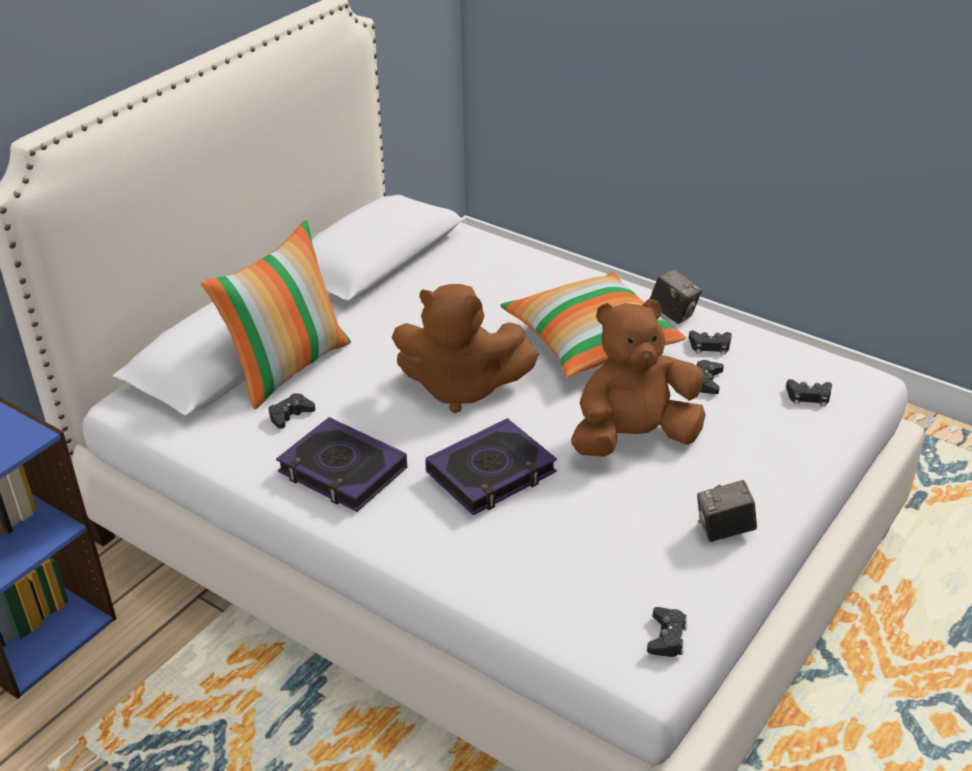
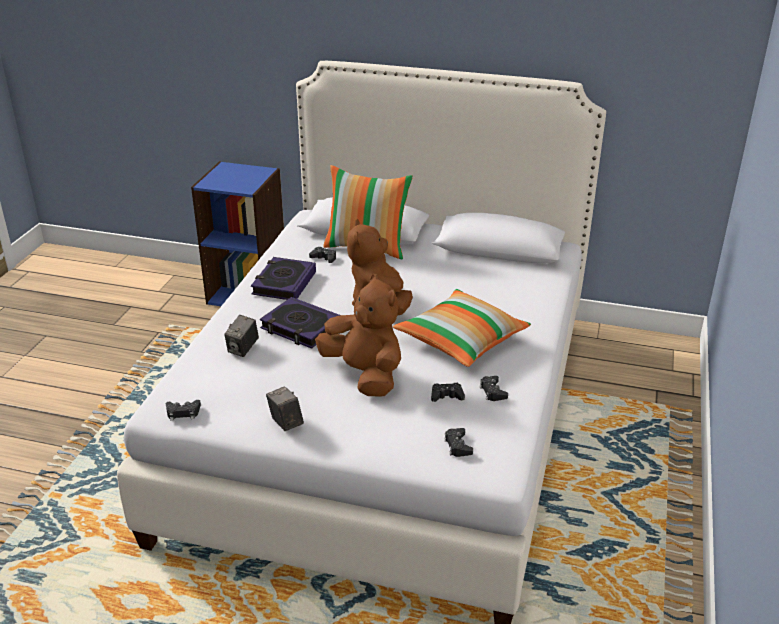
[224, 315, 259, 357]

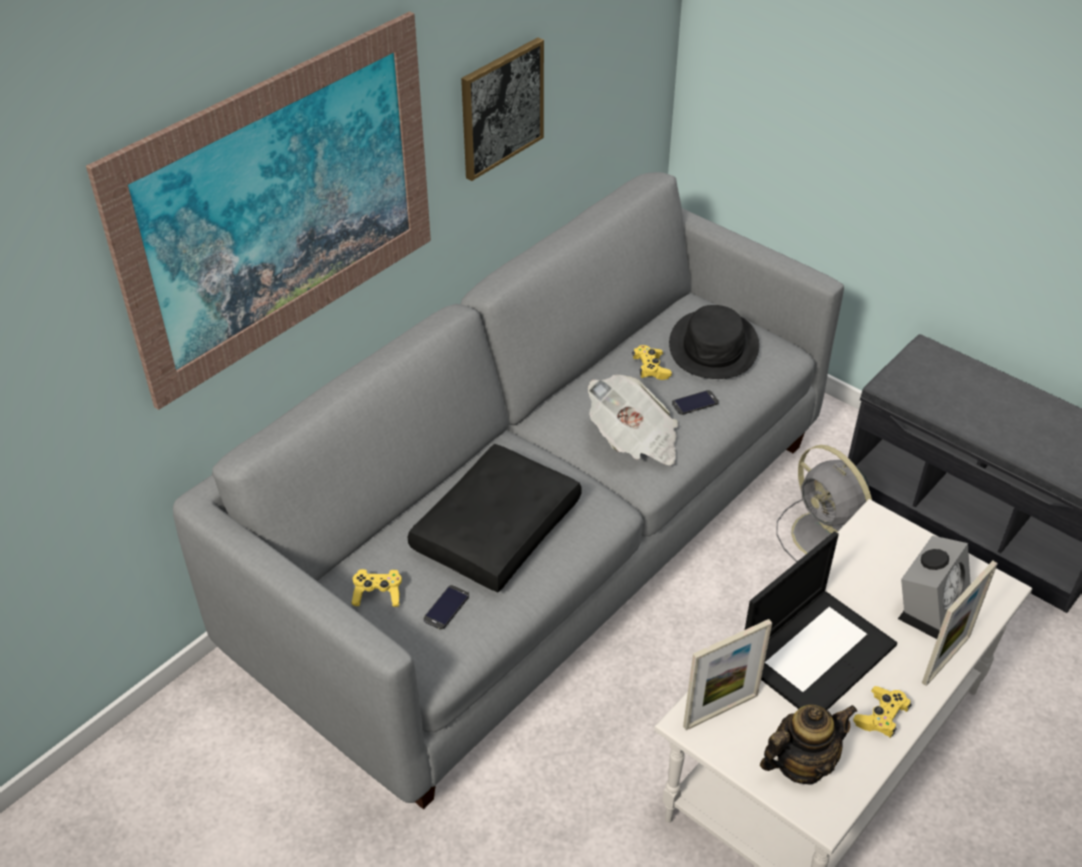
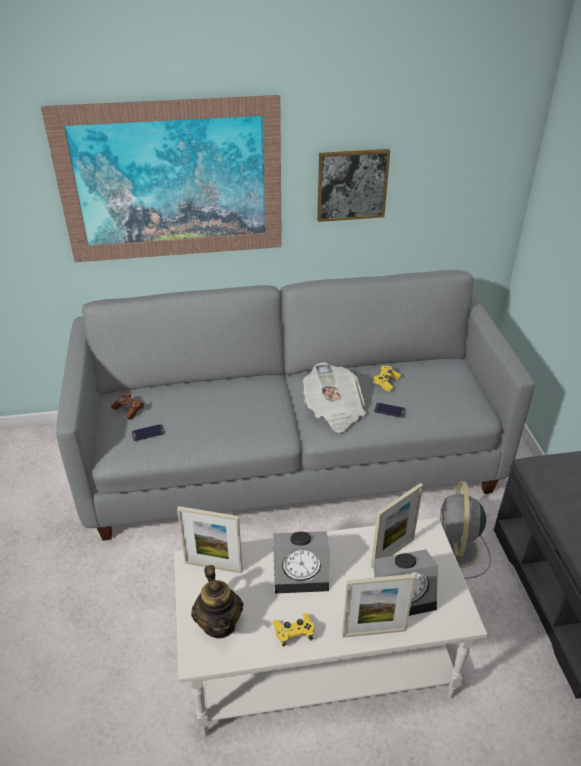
[408, 444, 582, 592] (first image)
[669, 305, 759, 379] (first image)
[371, 483, 423, 569]
[273, 531, 329, 594]
[111, 392, 144, 420]
[191, 565, 243, 639]

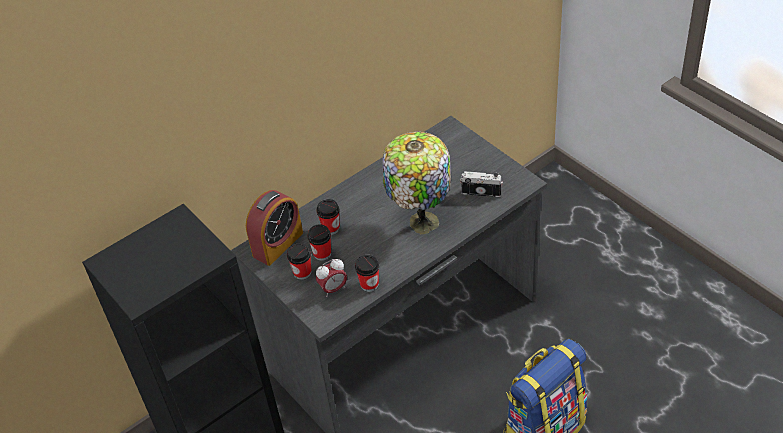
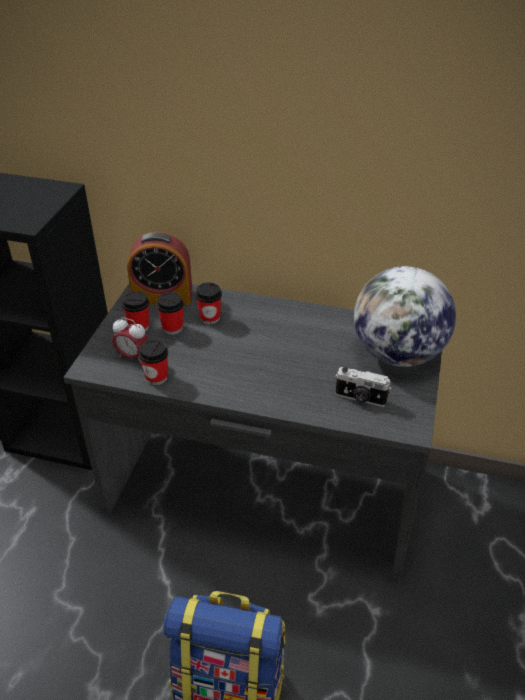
[383, 131, 451, 234] (first image)
[354, 266, 456, 367]
[335, 367, 391, 407]

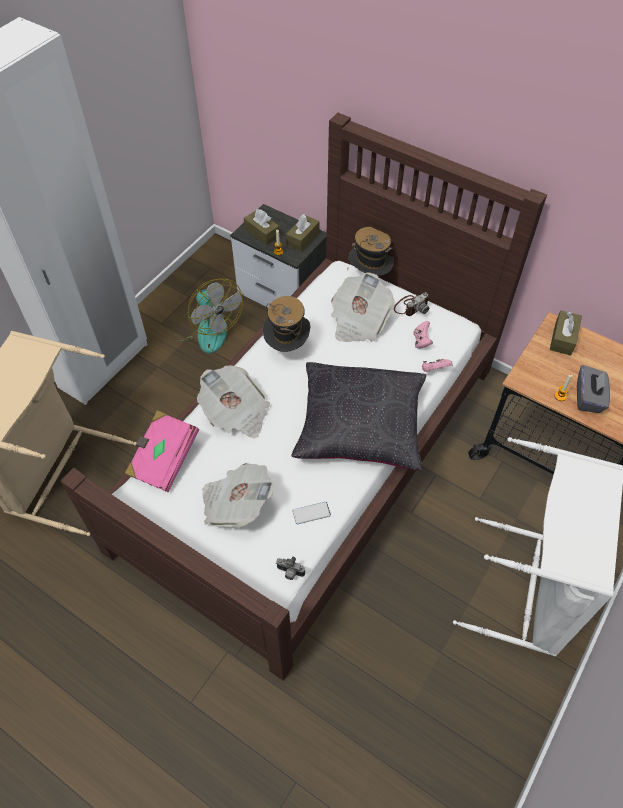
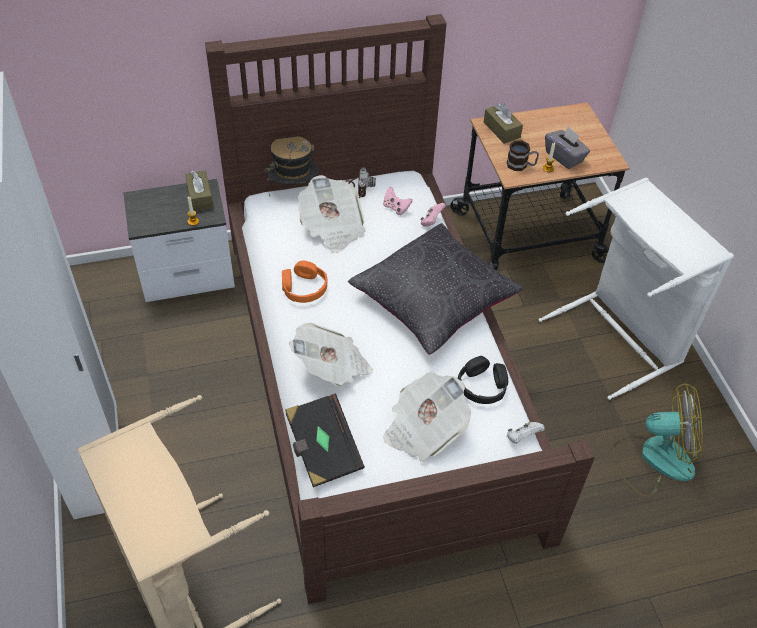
[244, 209, 280, 245] (first image)
[507, 140, 539, 171]
[613, 383, 702, 497]
[282, 261, 327, 303]
[507, 422, 545, 444]
[458, 356, 508, 404]
[285, 394, 365, 487]

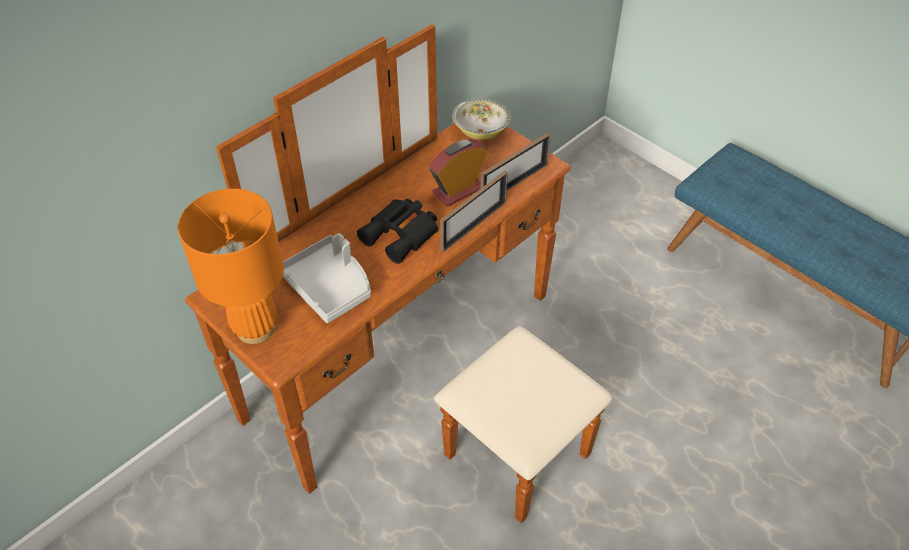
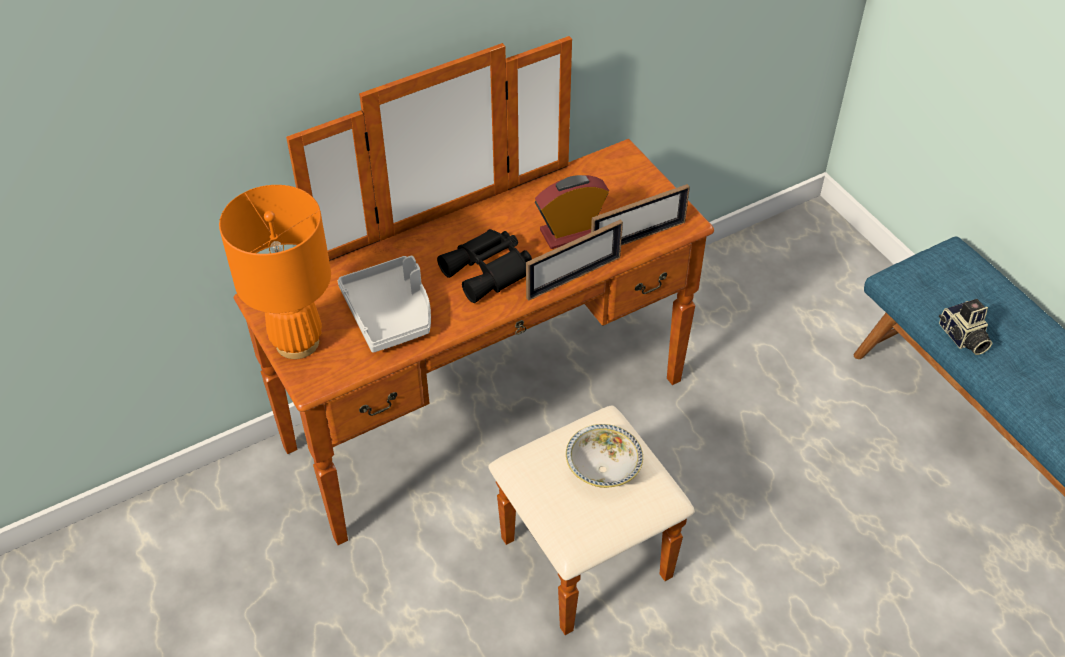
[939, 299, 992, 355]
[566, 424, 643, 488]

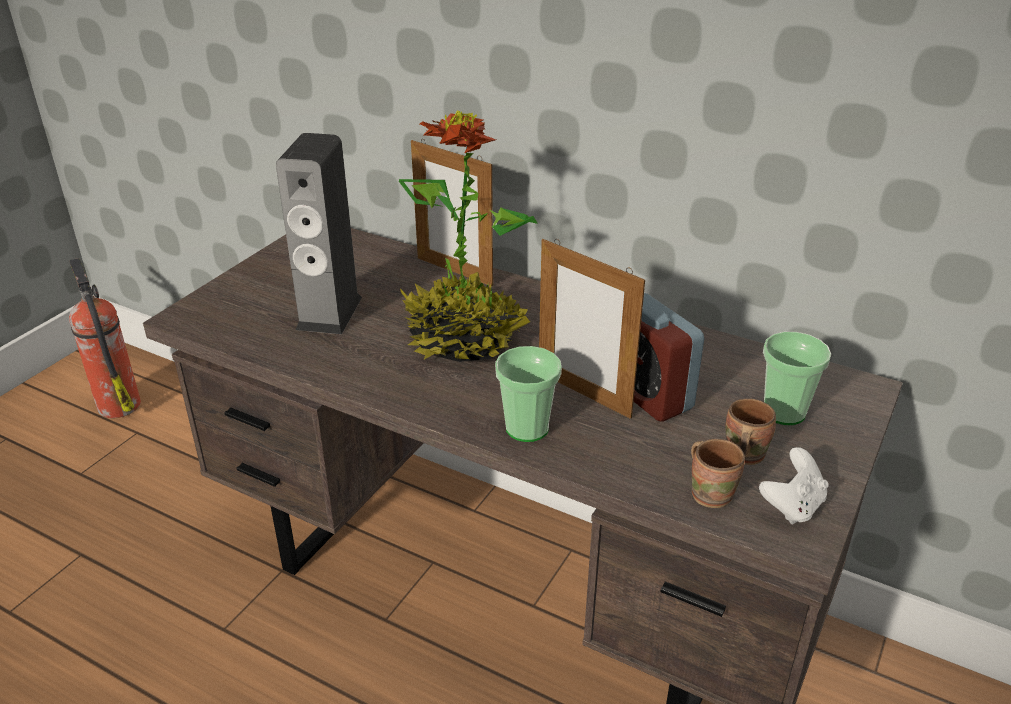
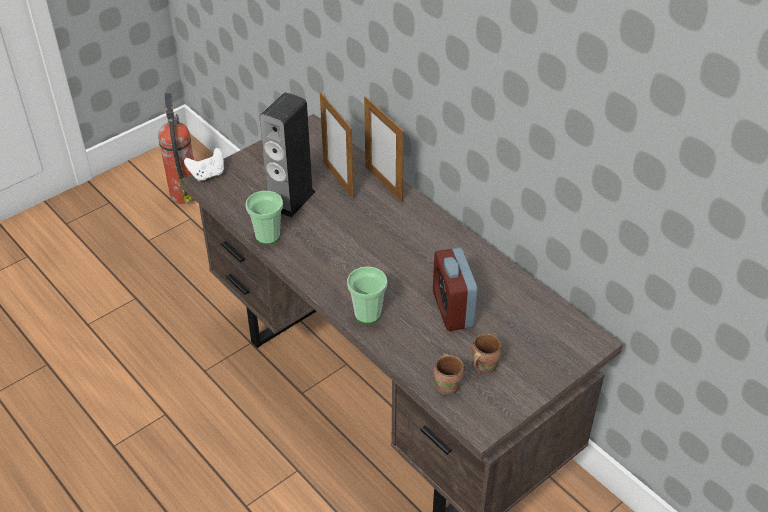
[399, 111, 538, 362] (first image)
[320, 92, 354, 199]
[184, 148, 224, 181]
[246, 191, 283, 244]

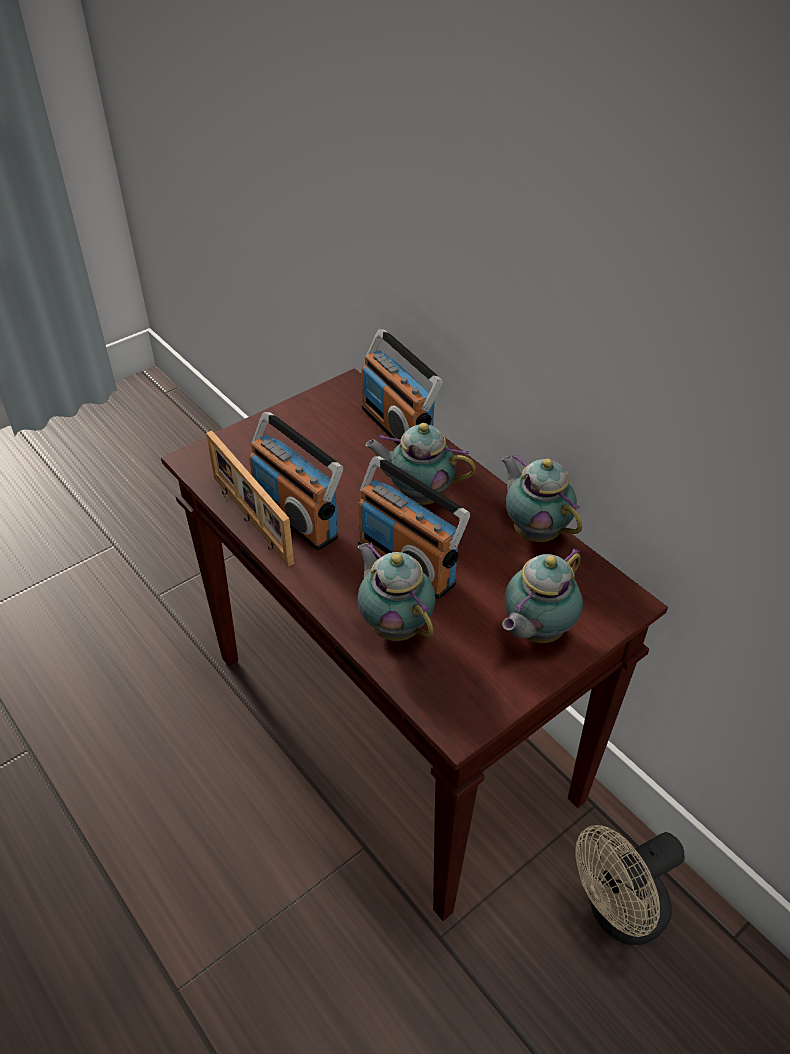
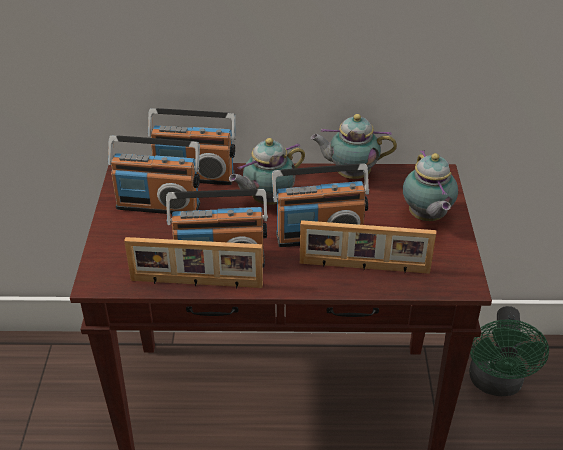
[108, 135, 200, 214]
[300, 220, 436, 274]
[469, 306, 549, 396]

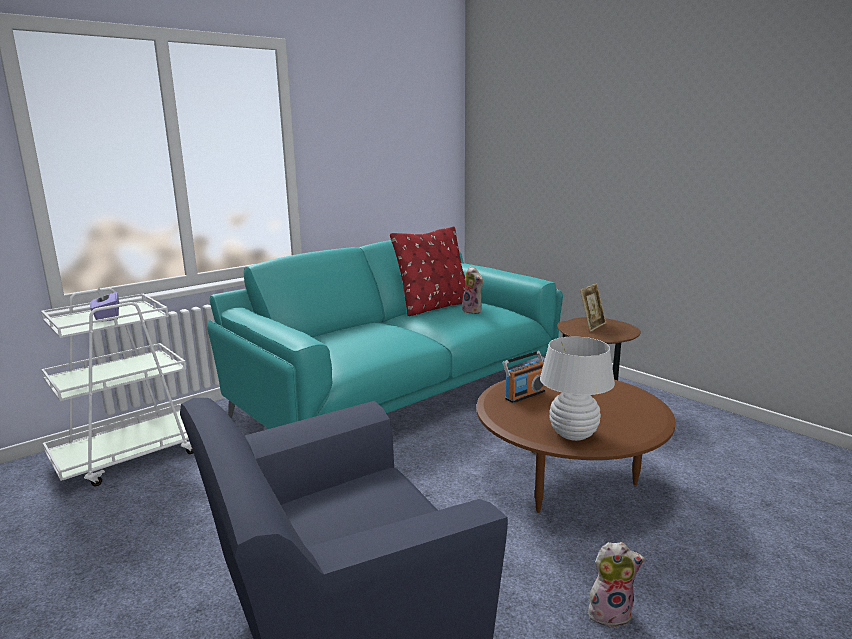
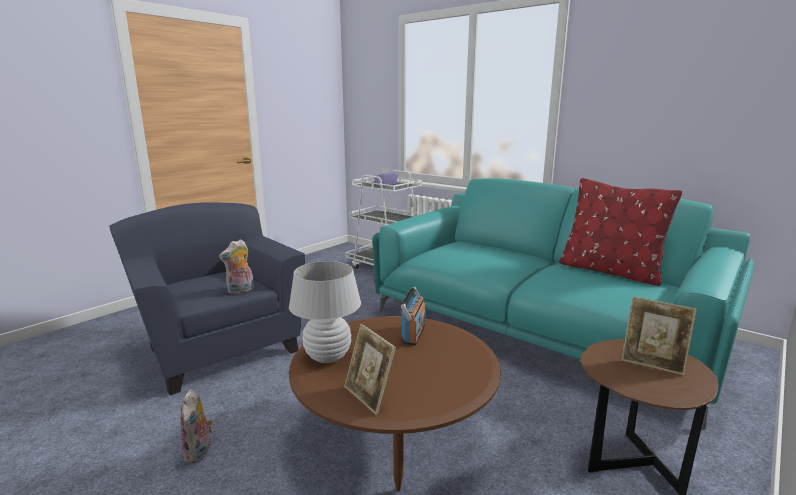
[344, 324, 396, 415]
[219, 239, 254, 294]
[400, 287, 426, 345]

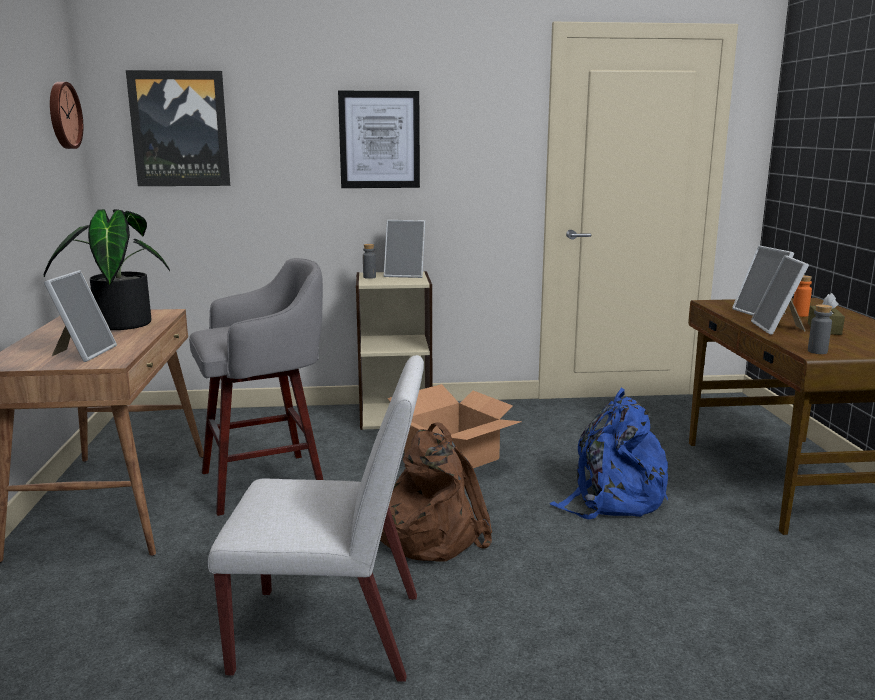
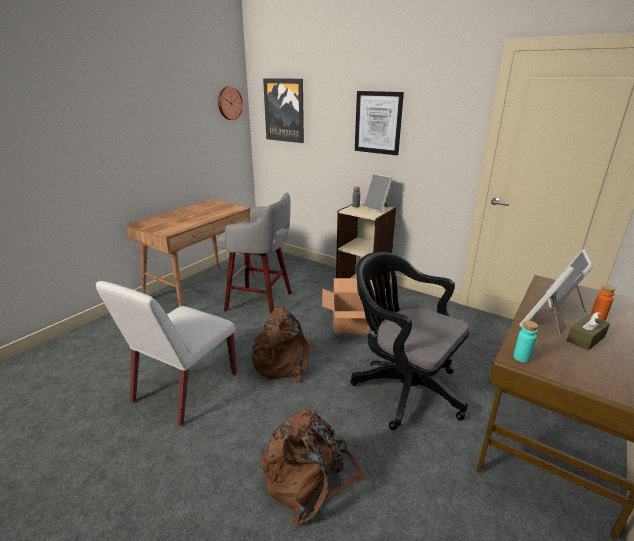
[44, 209, 170, 330] (first image)
[44, 270, 117, 362] (first image)
[261, 409, 368, 525]
[350, 252, 469, 430]
[513, 321, 538, 362]
[96, 281, 237, 426]

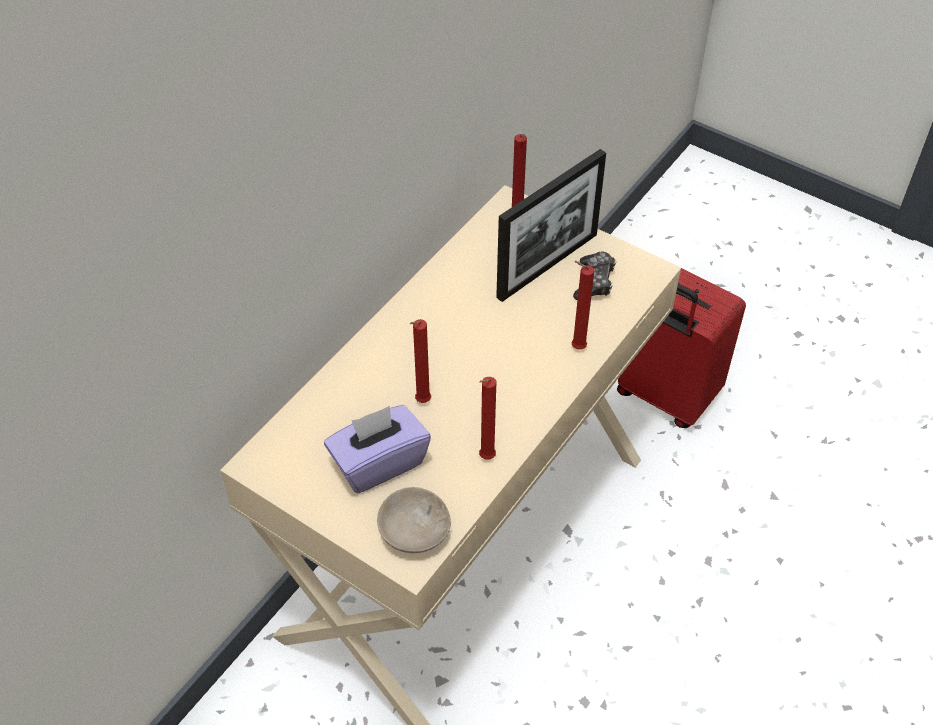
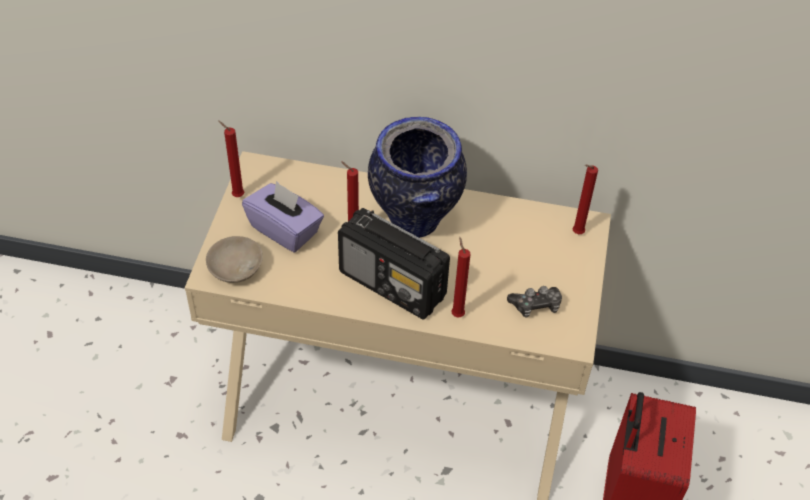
[496, 149, 606, 302] (first image)
[338, 208, 450, 320]
[368, 117, 467, 238]
[218, 121, 244, 197]

